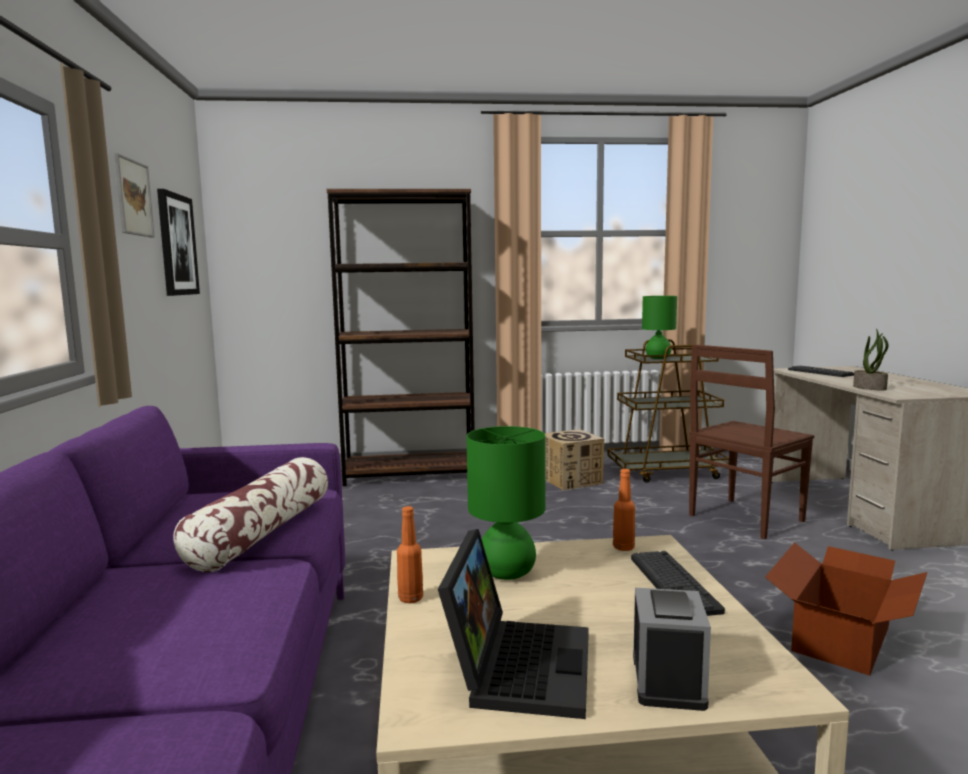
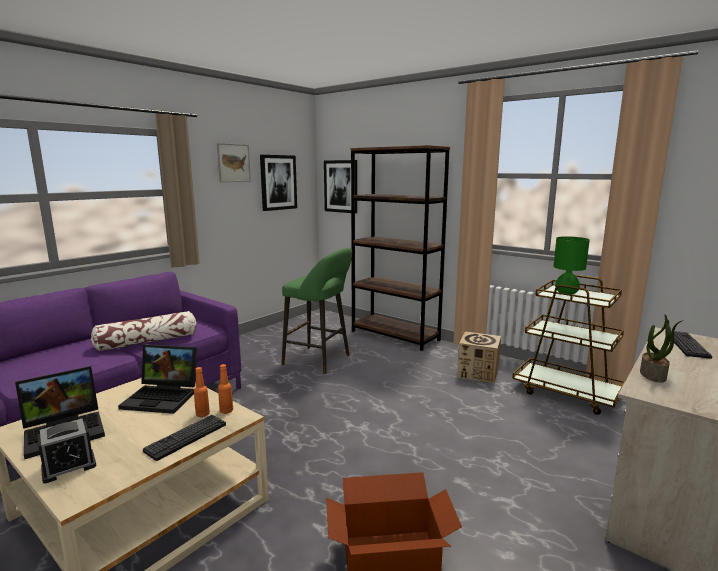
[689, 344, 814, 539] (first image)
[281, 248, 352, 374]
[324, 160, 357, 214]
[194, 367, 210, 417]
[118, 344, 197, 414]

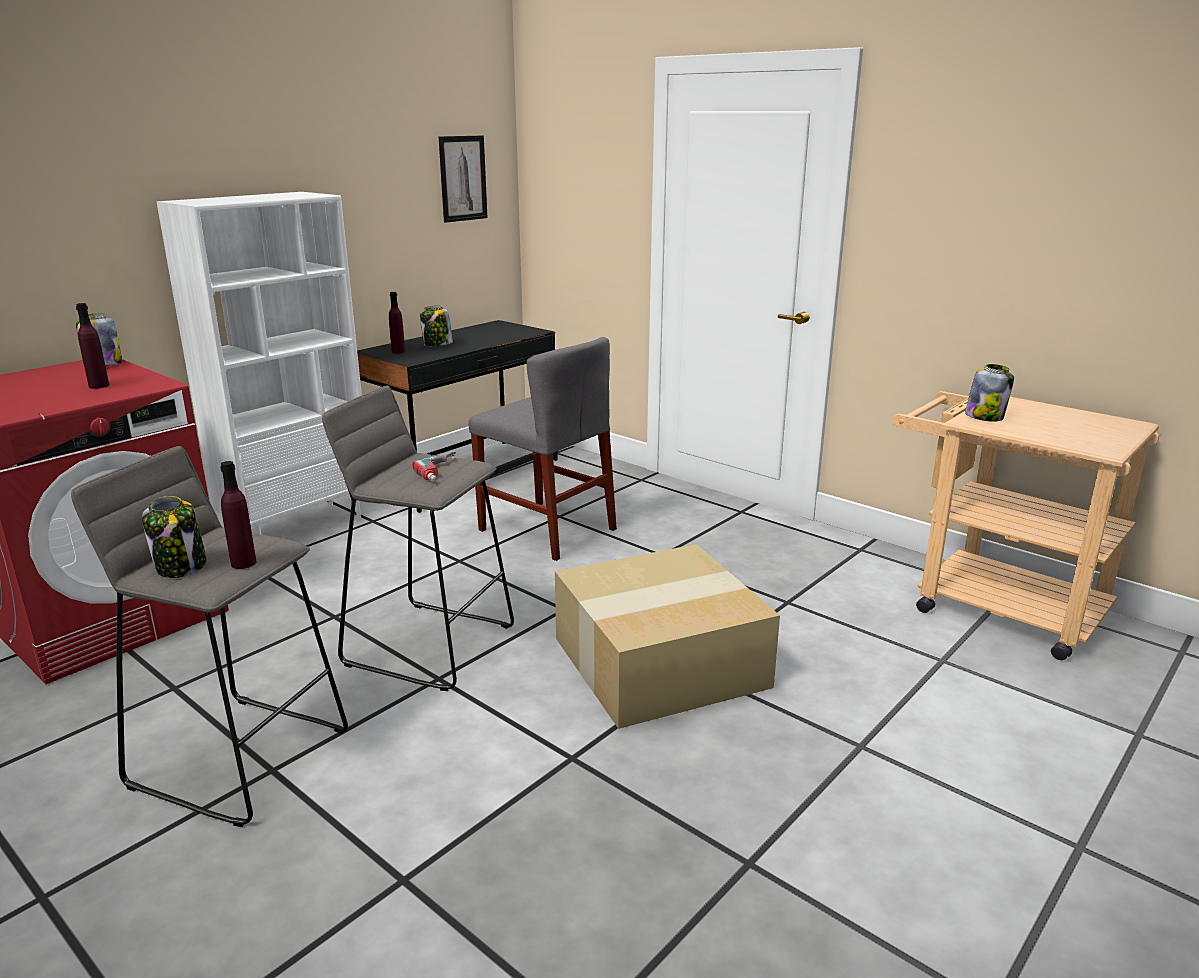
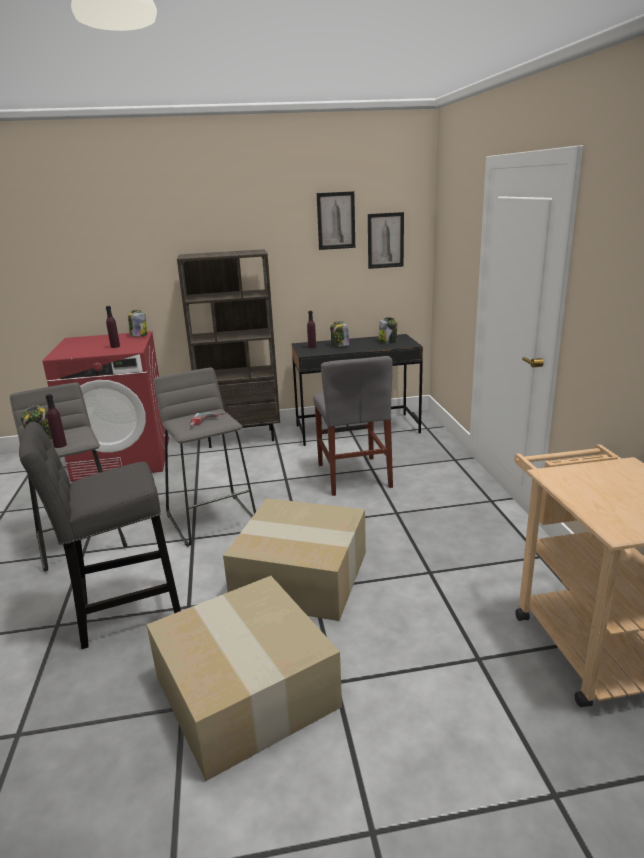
[19, 422, 181, 649]
[147, 576, 342, 781]
[317, 191, 355, 250]
[378, 317, 397, 343]
[177, 249, 280, 448]

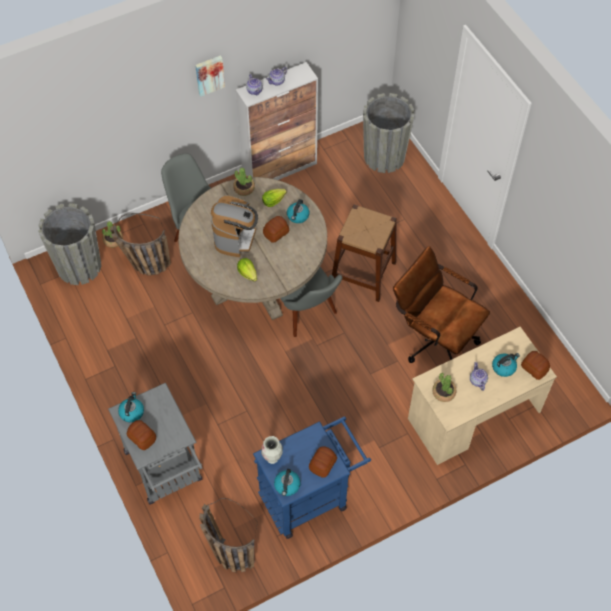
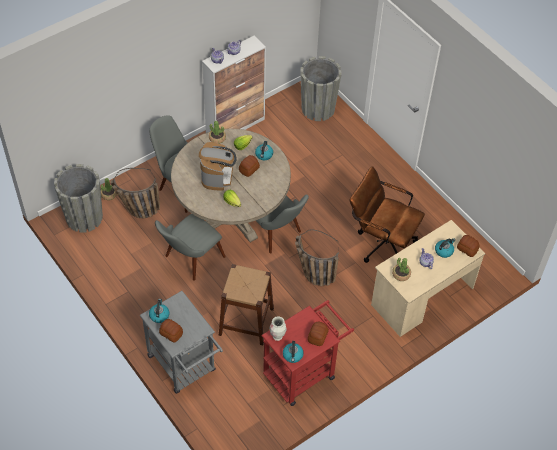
[195, 55, 225, 97] (first image)
[155, 213, 226, 281]
[295, 230, 339, 286]
[219, 264, 274, 345]
[261, 300, 354, 406]

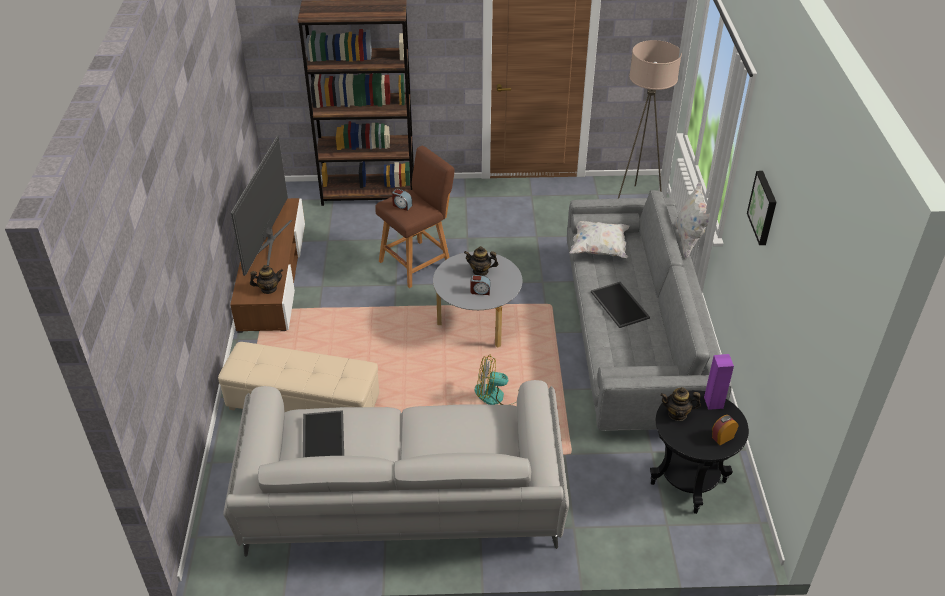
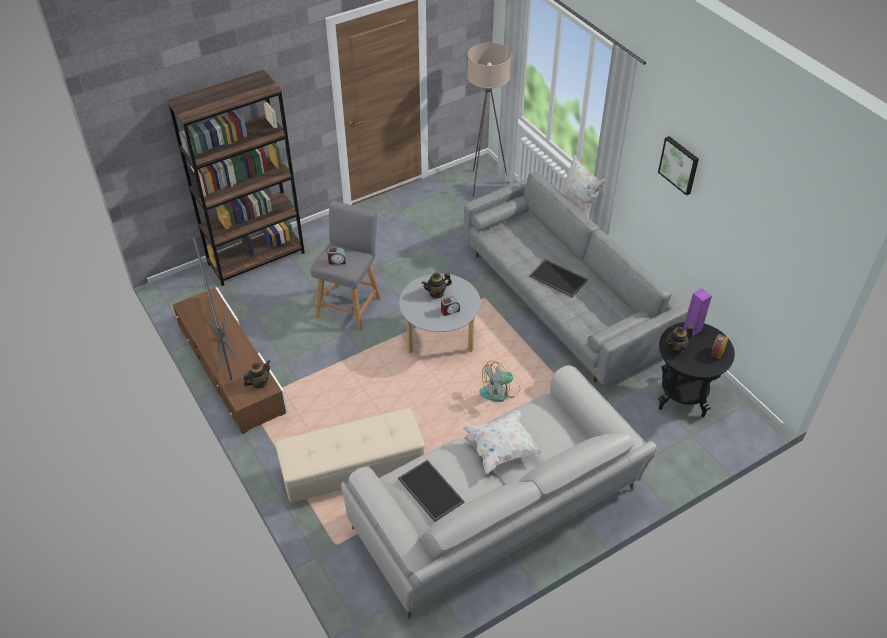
[463, 410, 543, 474]
[311, 201, 381, 331]

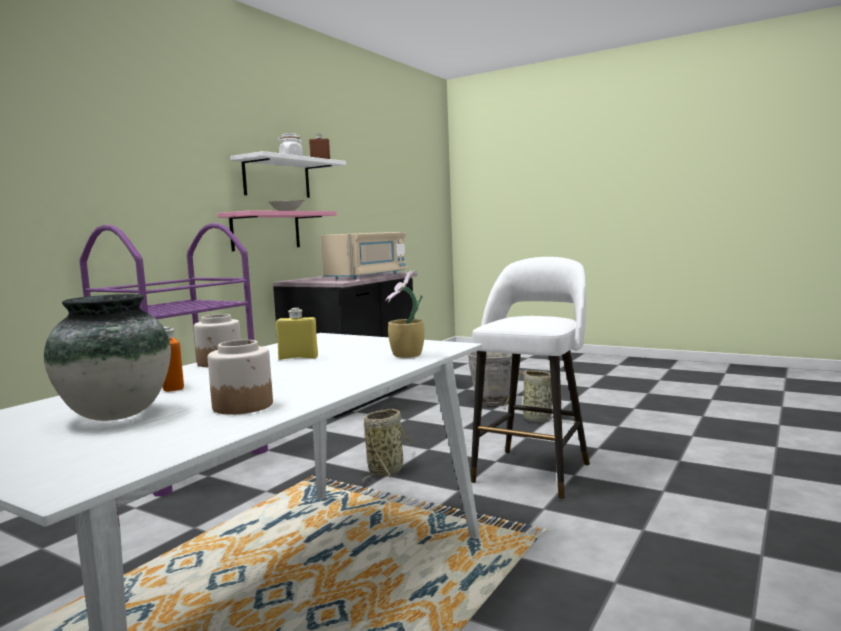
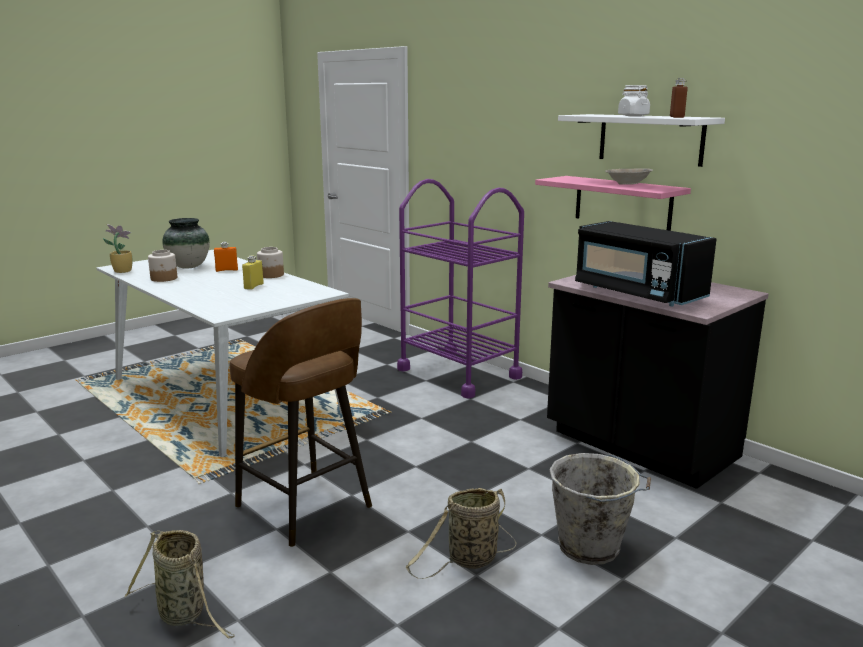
[125, 530, 235, 638]
[103, 224, 133, 273]
[575, 221, 717, 306]
[230, 298, 372, 547]

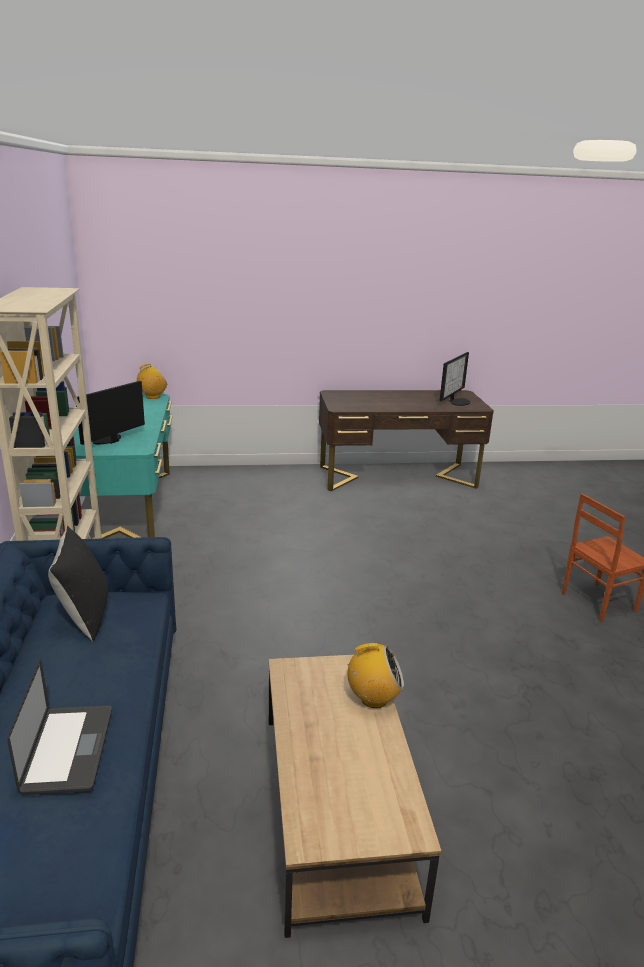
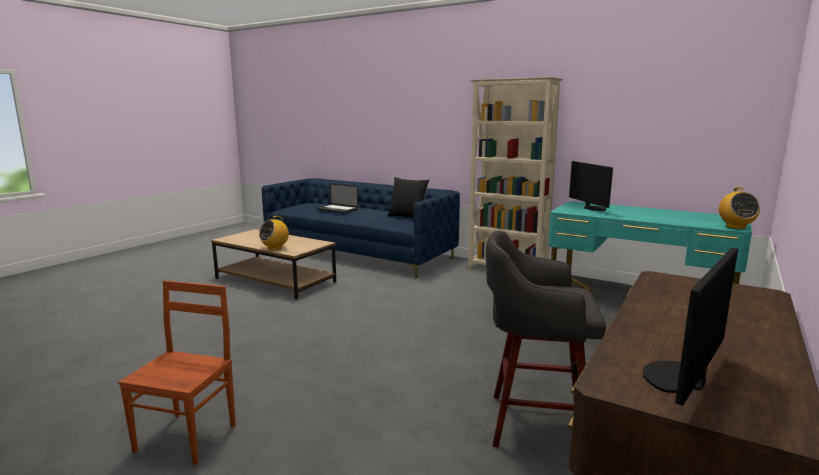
[486, 231, 606, 447]
[643, 248, 738, 406]

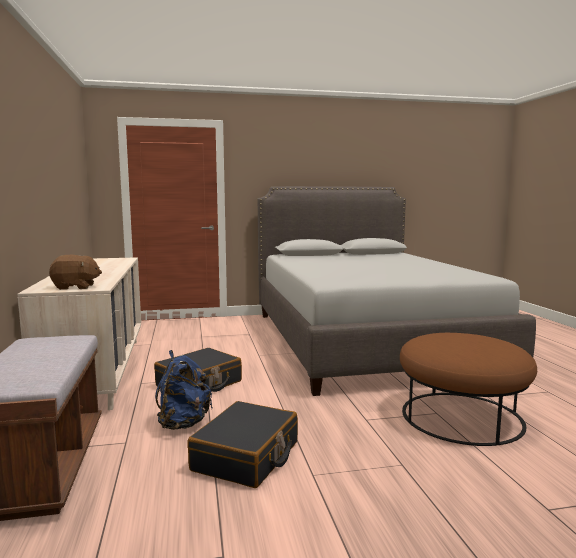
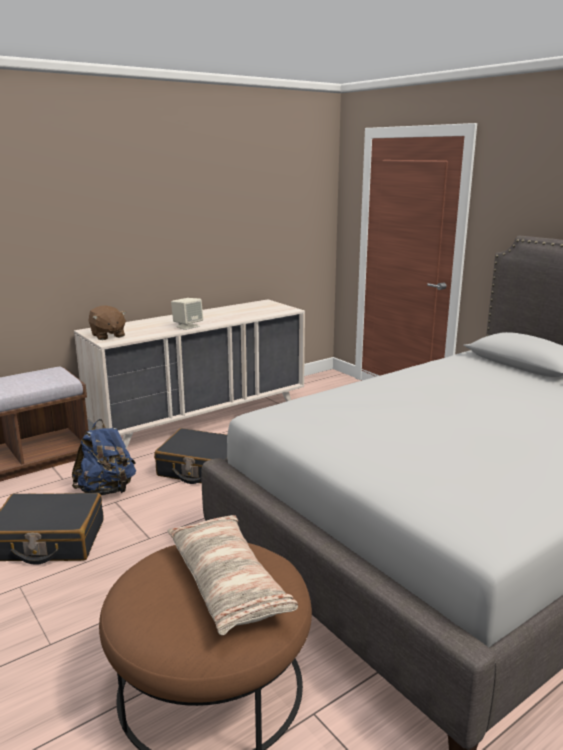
[168, 515, 298, 635]
[171, 298, 203, 330]

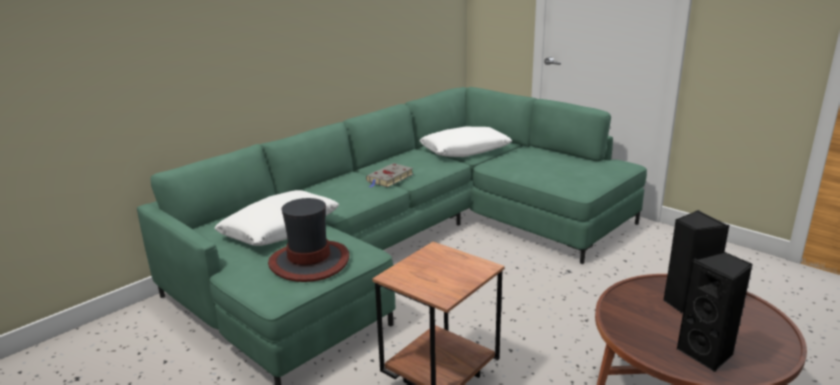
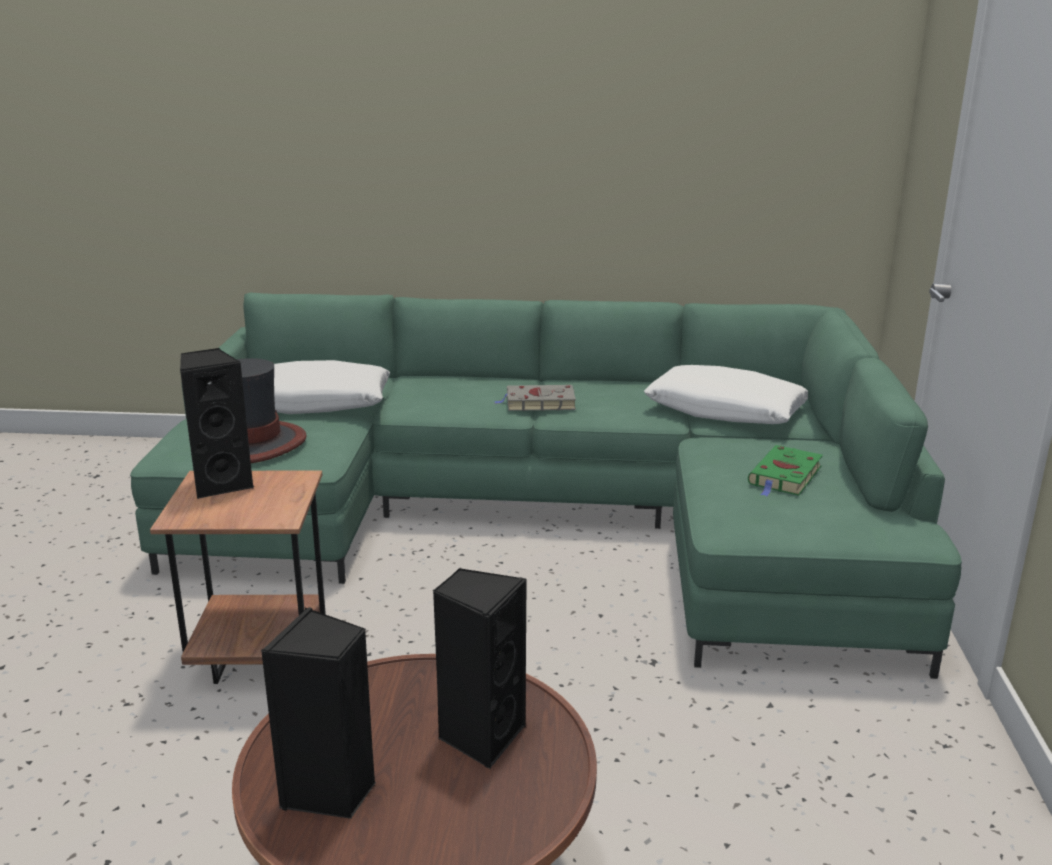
[180, 348, 255, 499]
[748, 445, 823, 496]

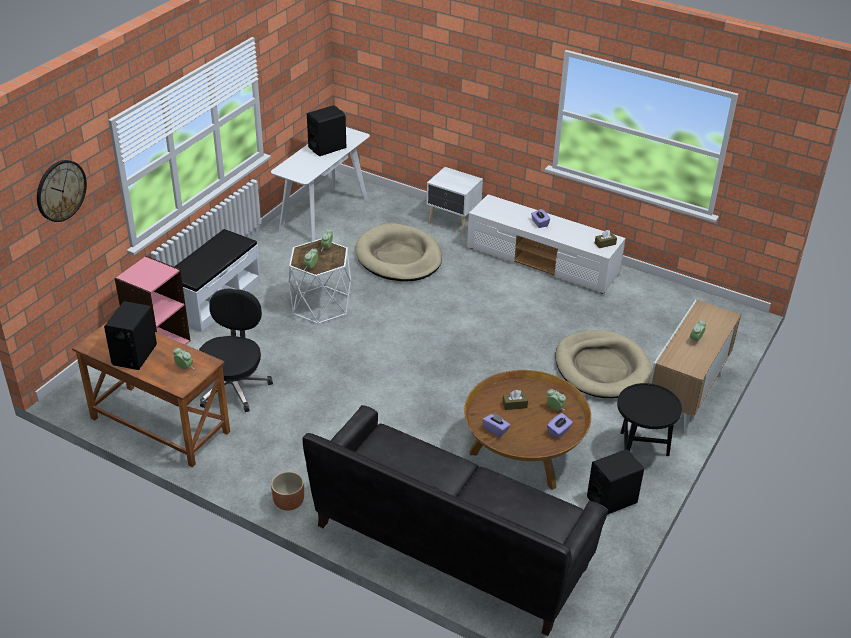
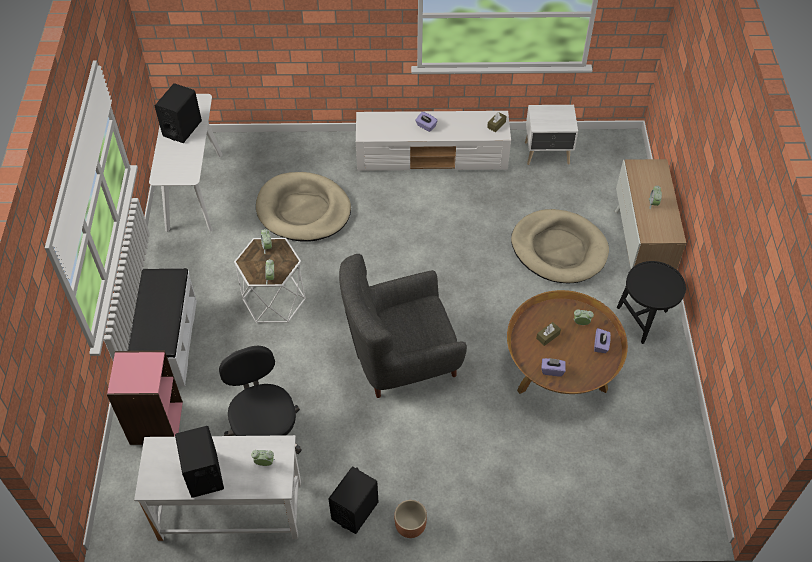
[37, 160, 87, 222] (first image)
[303, 405, 608, 636] (first image)
[339, 254, 467, 398]
[525, 105, 578, 165]
[328, 466, 378, 534]
[134, 435, 301, 541]

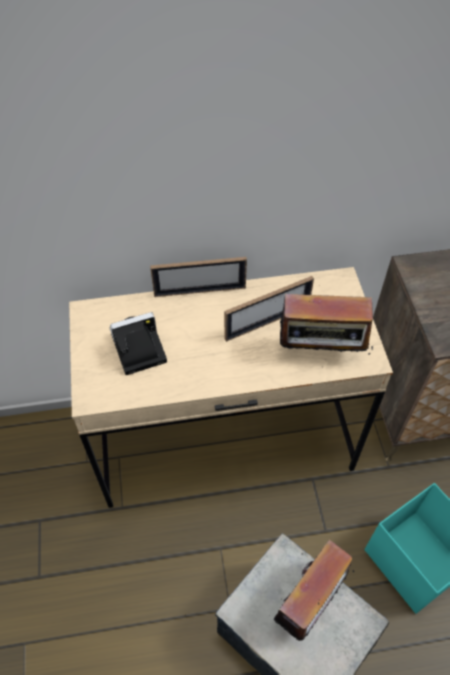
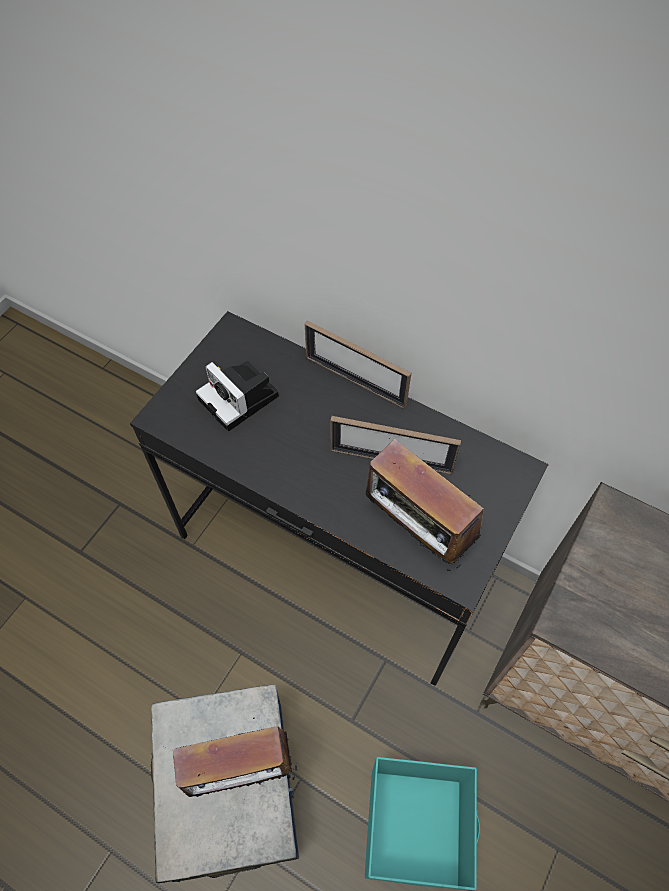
[130, 311, 549, 686]
[196, 361, 279, 431]

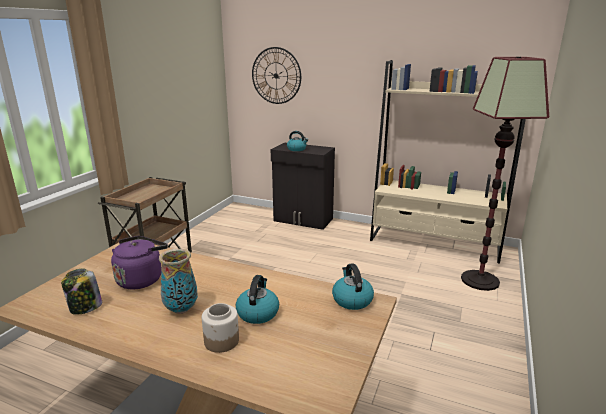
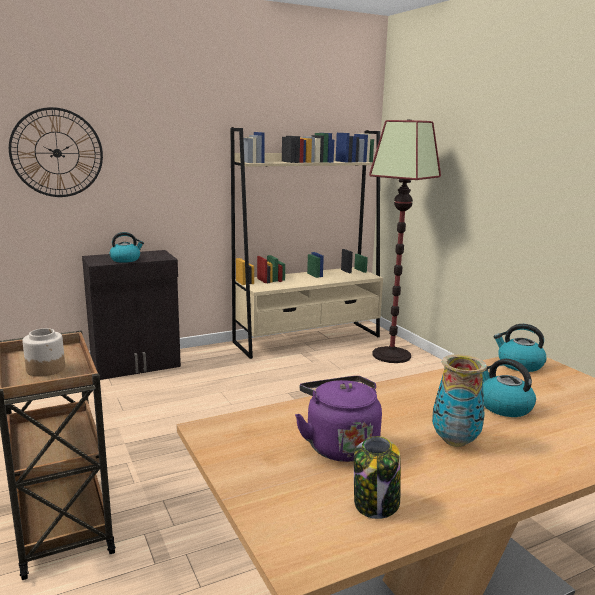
[23, 328, 65, 376]

